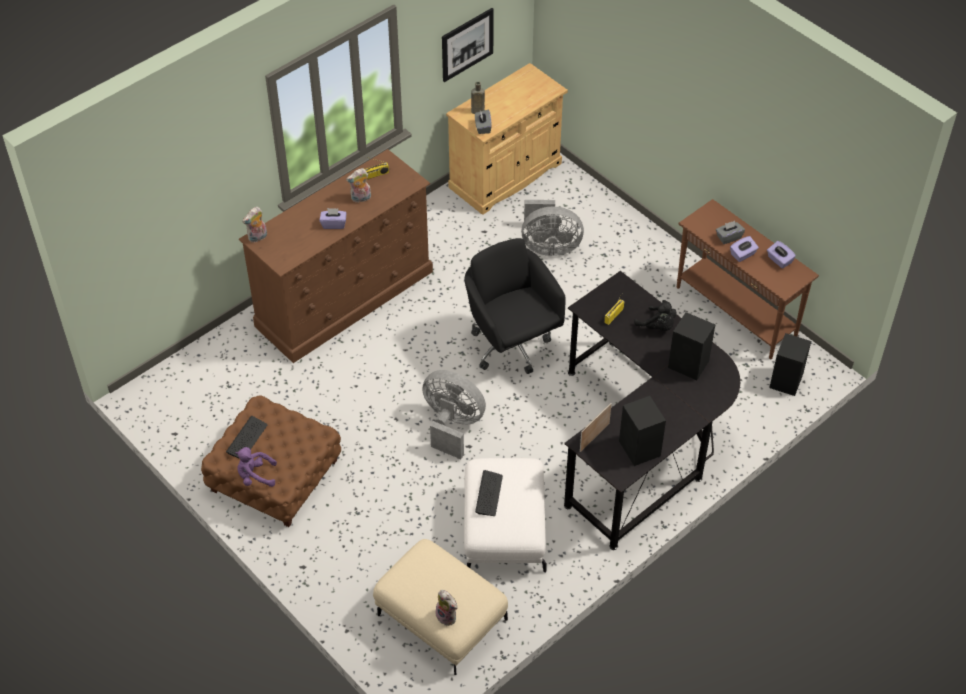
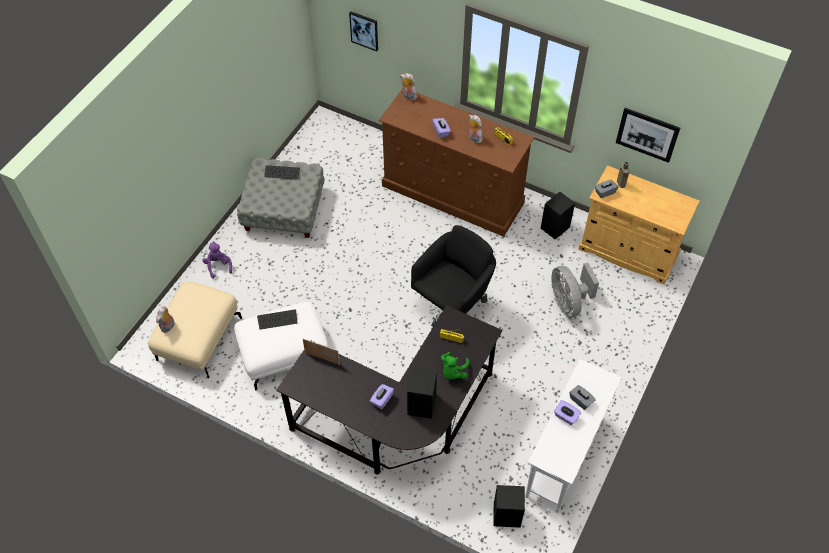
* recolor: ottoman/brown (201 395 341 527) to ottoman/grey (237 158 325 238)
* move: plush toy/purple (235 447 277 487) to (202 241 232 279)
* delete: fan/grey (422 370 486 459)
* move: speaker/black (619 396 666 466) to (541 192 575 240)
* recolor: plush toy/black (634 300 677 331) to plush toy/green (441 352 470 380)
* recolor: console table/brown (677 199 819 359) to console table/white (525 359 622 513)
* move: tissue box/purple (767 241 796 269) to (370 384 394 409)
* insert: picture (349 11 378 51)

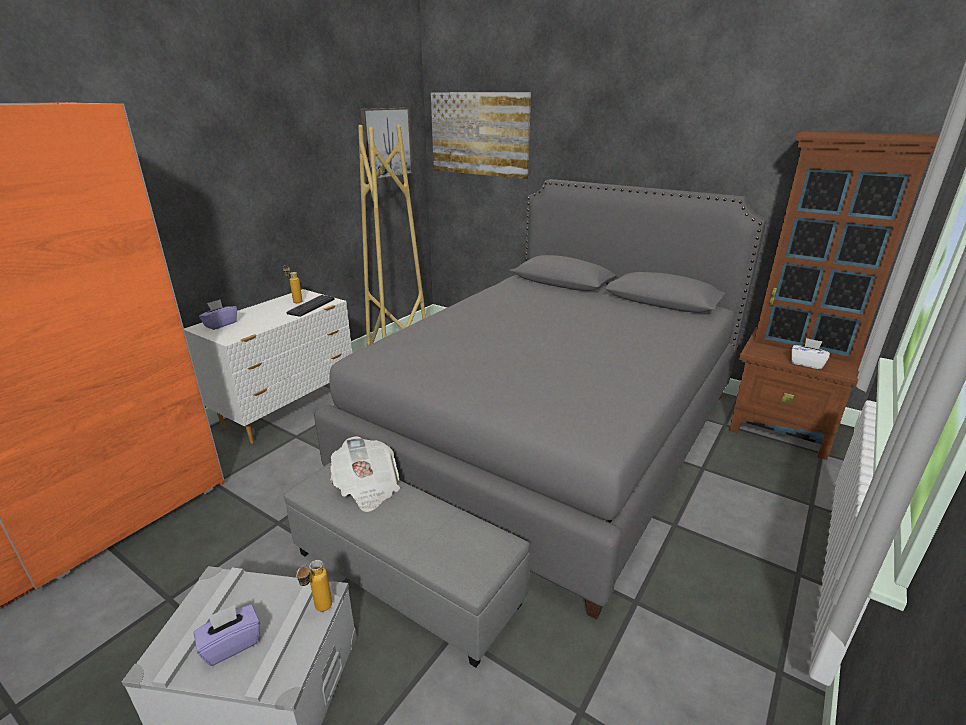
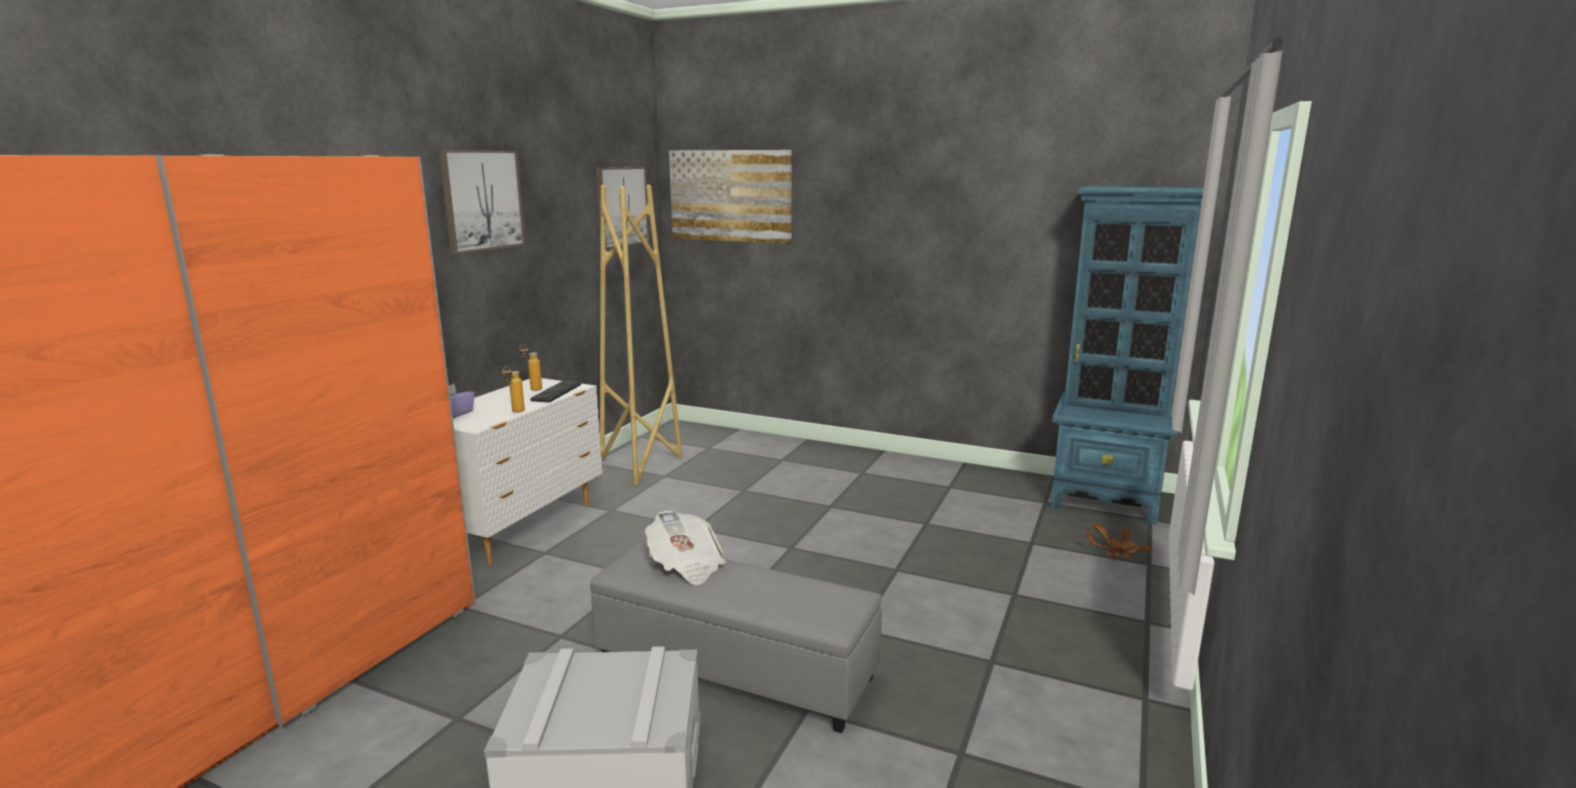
* delete: tissue box/purple (194 605 260 666)
* move: bottle (296 560 332 612) to (502 366 525 413)
* delete: bed/grey (314 179 766 620)
* recolor: cabinet/brown (729 131 940 460) to cabinet/blue (1051 186 1204 525)
* delete: tissue box/white (791 338 830 370)
* insert: picture (439 150 526 254)
* insert: potted plant (1085 524 1153 558)

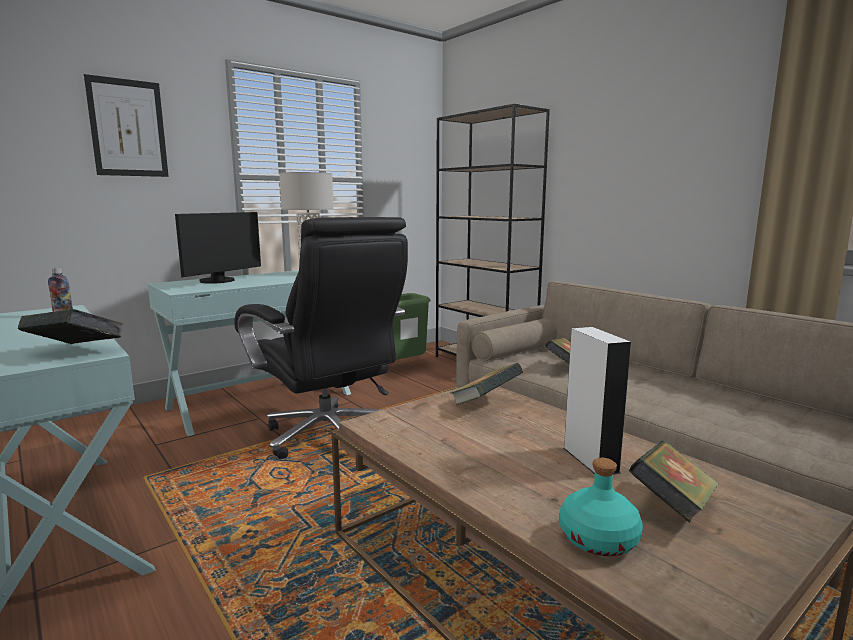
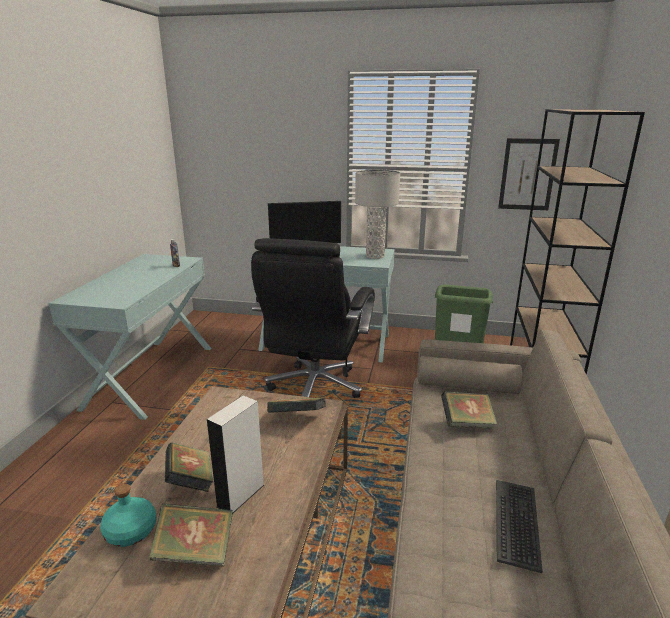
* move: book (18 309 124 344) to (165 442 213 492)
* move: picture (84 74 169 177) to (498 138 560 210)
* insert: keyboard (496 480 543 573)

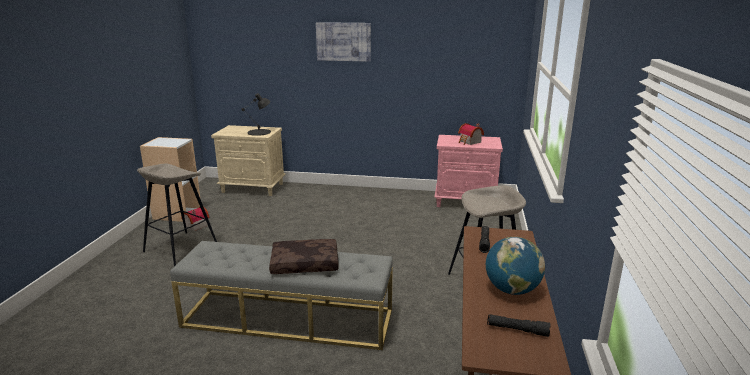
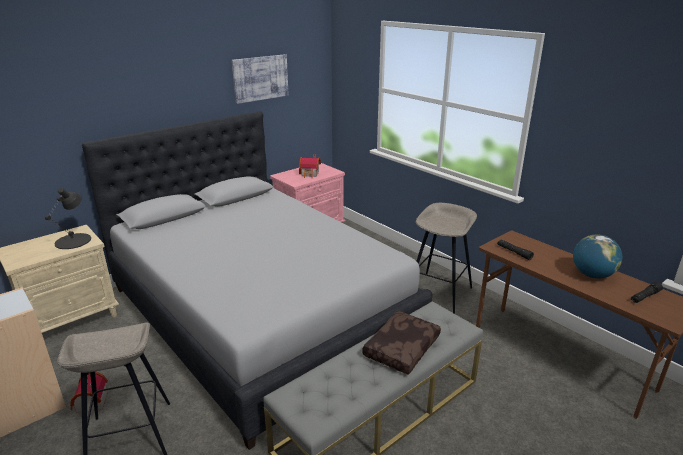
* move: picture (316 22 371 62) to (232 54 289 104)
* insert: bed/grey (82 111 433 450)

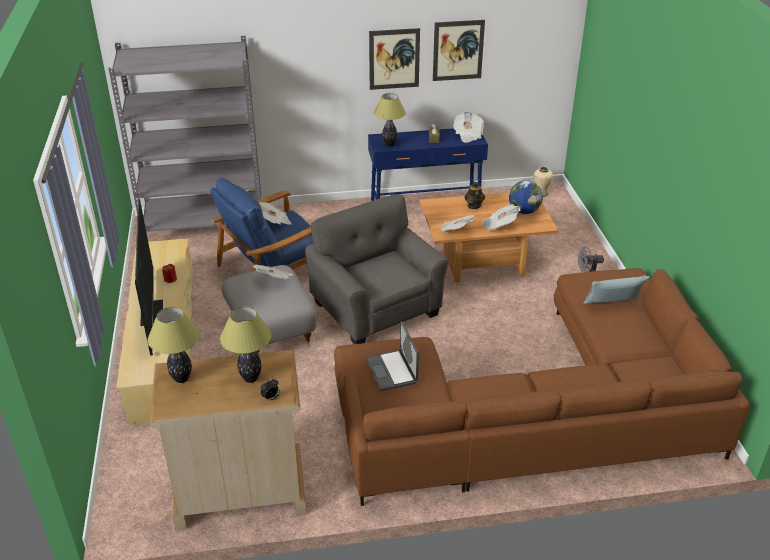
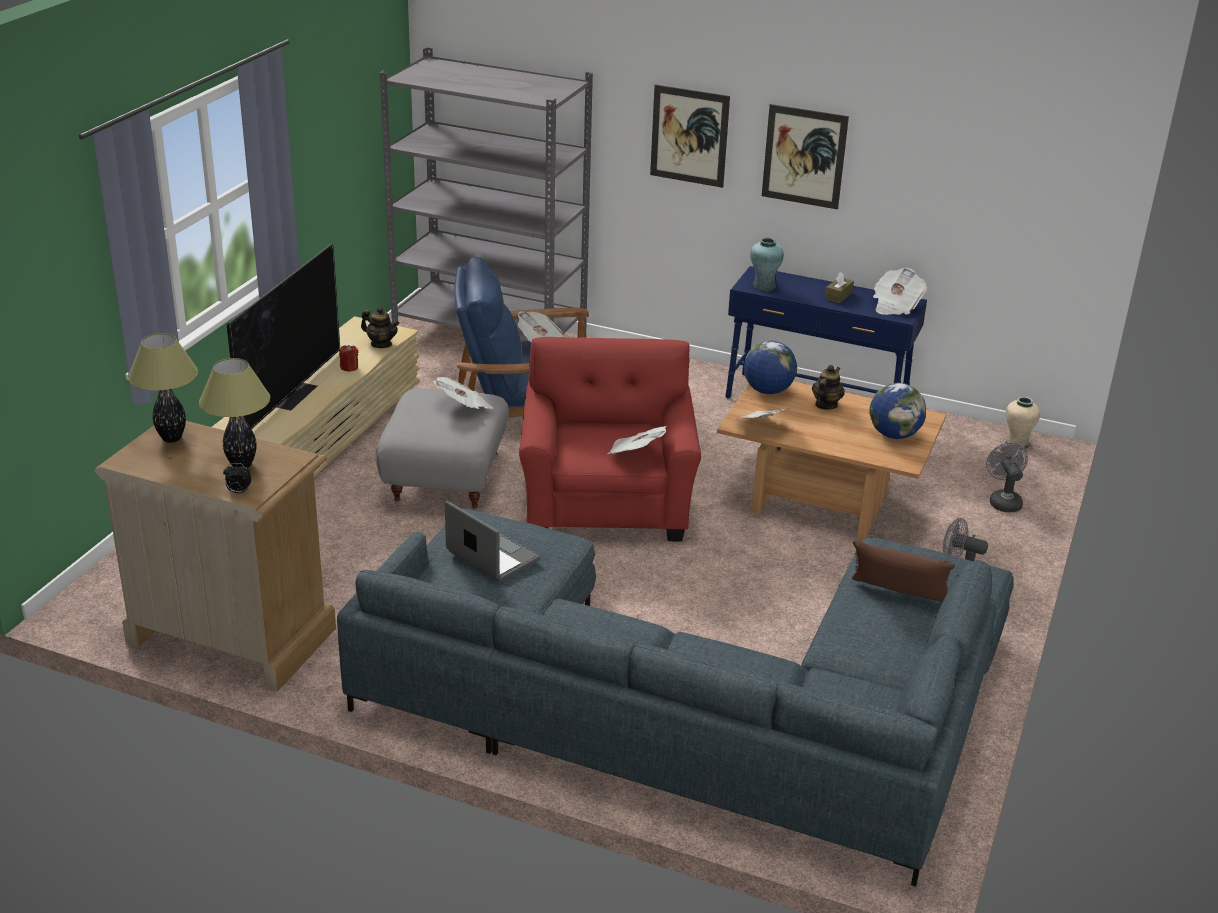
* recolor: armchair/grey (305 194 449 344) to armchair/red (519 337 701 542)
* recolor: sofa/brown (334 268 750 506) to sofa/blue (337 508 1014 887)
* rotate: laptop (365 322 419 391) = (445 501 540 582) 120 degrees clockwise
* replace: table lamp (374 93 406 147) to vase/turquoise (750 238 784 291)
* move: picture (433 20 485 81) to (650 84 730 188)
* move: newspaper (481 204 520 231) to (607 426 667 454)
* recolor: pillow/blue (583 275 650 304) to pillow/brown (852 540 955 602)
* insert: teapot (361 307 400 348)
* insert: globe (744 341 797 394)
* insert: fan/grey (986 443 1028 512)

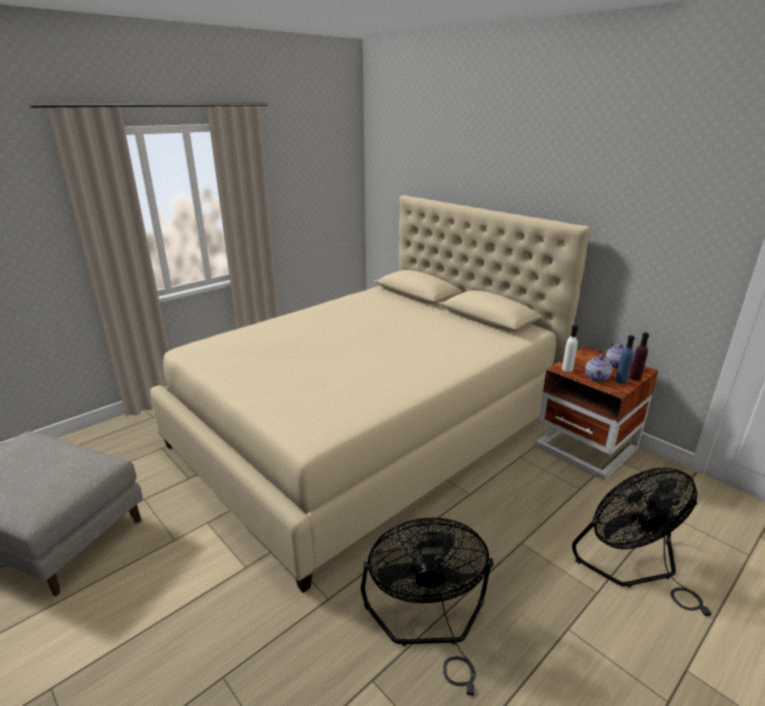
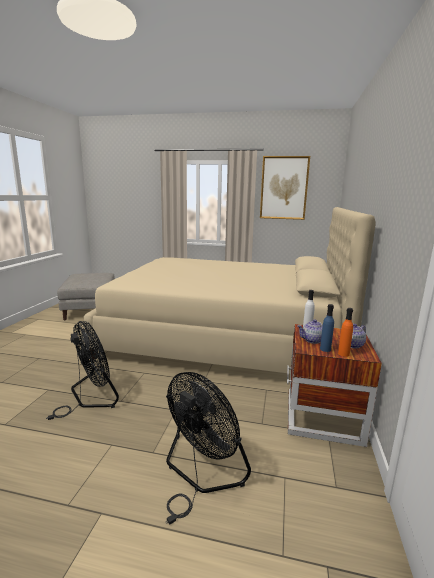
* recolor: bottle/purple (629 332 649 381) to bottle/orange (338 308 353 357)
* insert: picture (260 156 310 220)

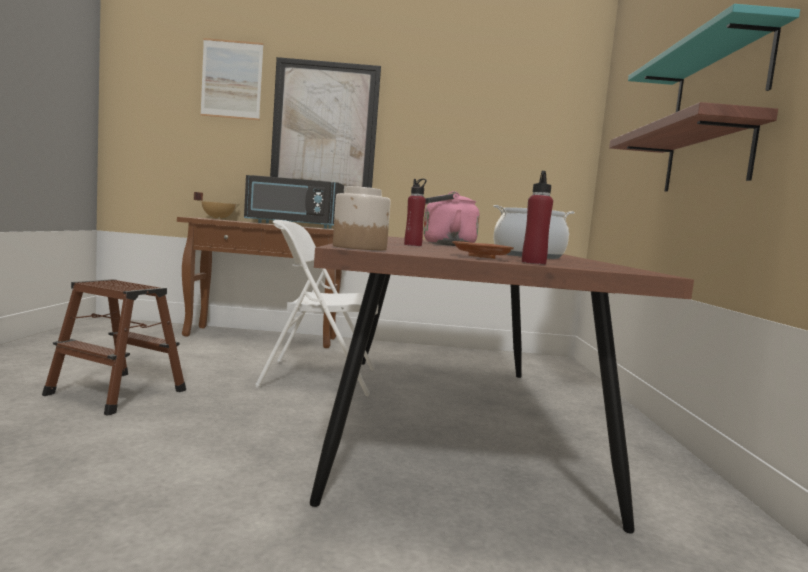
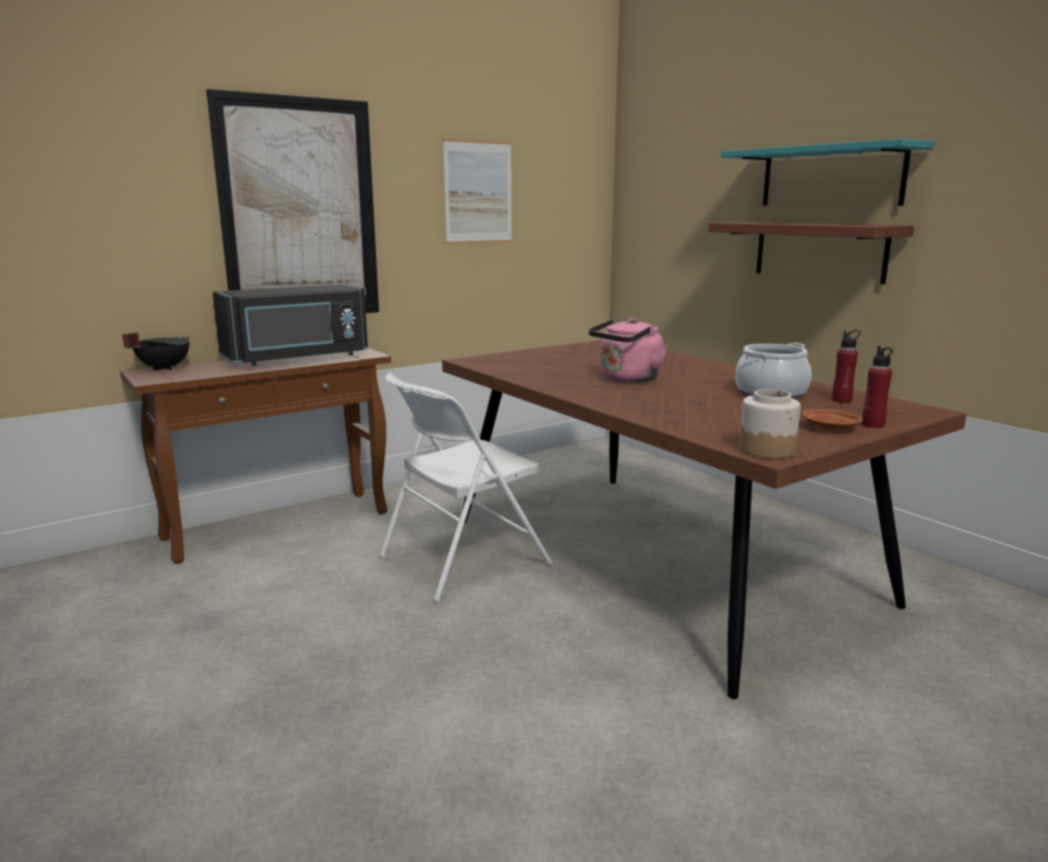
* delete: step ladder/brown (42 279 186 416)
* recolor: cooking pot/beige (194 192 240 220) to cooking pot/black (122 332 190 371)
* move: picture (200 38 264 121) to (443 139 512 244)
* move: bottle/red (404 179 426 246) to (832 330 861 403)

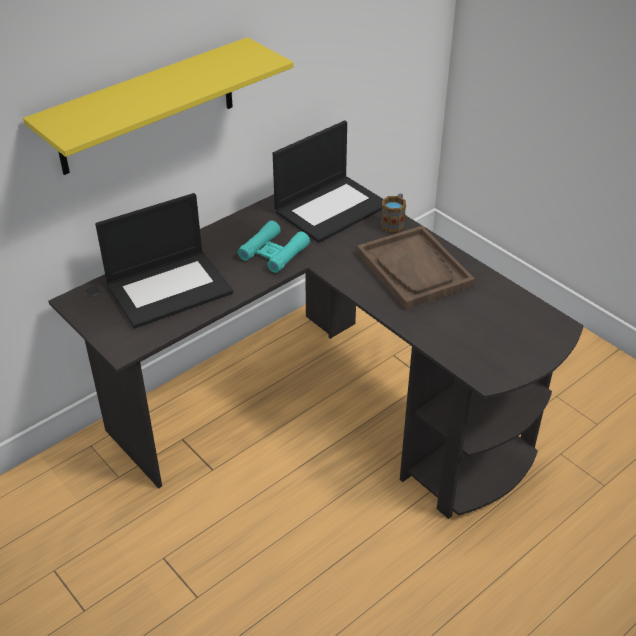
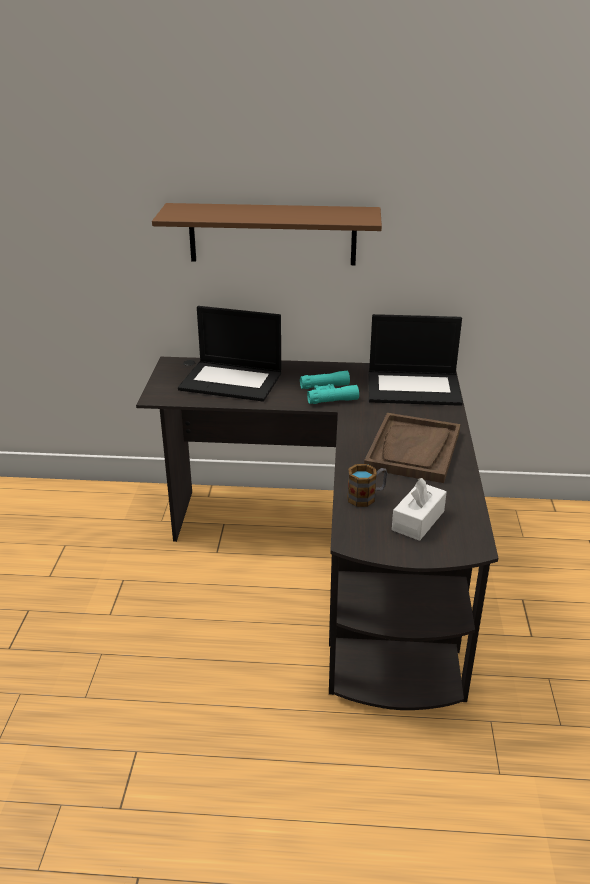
* recolor: shelf/yellow (23 37 294 175) to shelf/brown (152 203 382 265)
* move: mug (381 193 406 233) to (347 464 388 507)
* insert: tissue box/white (392 478 447 541)

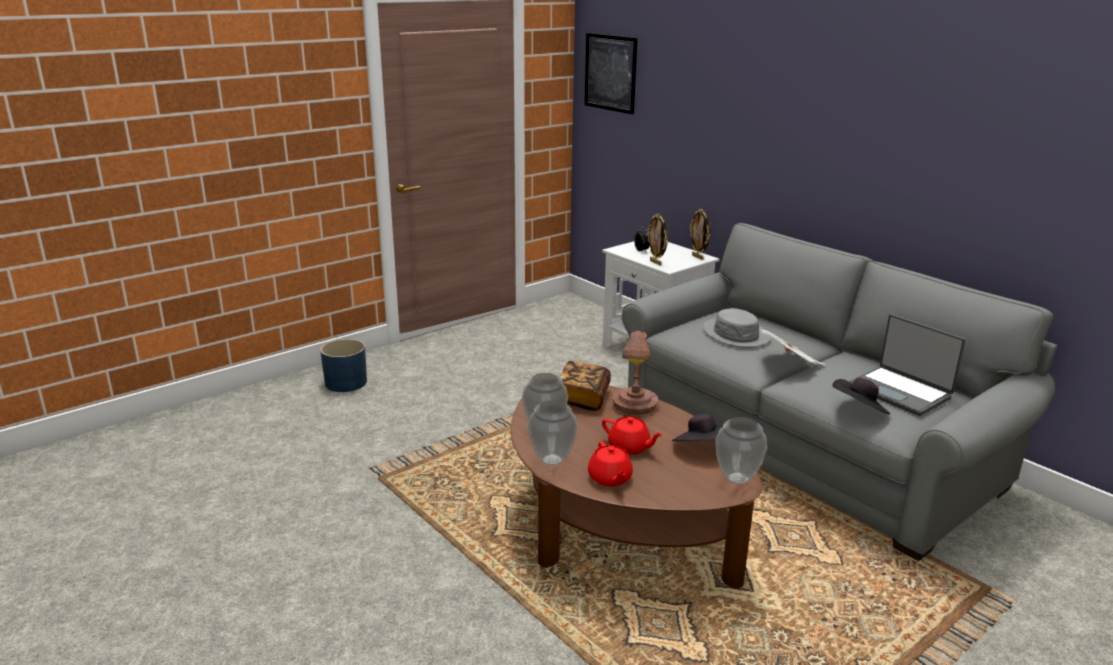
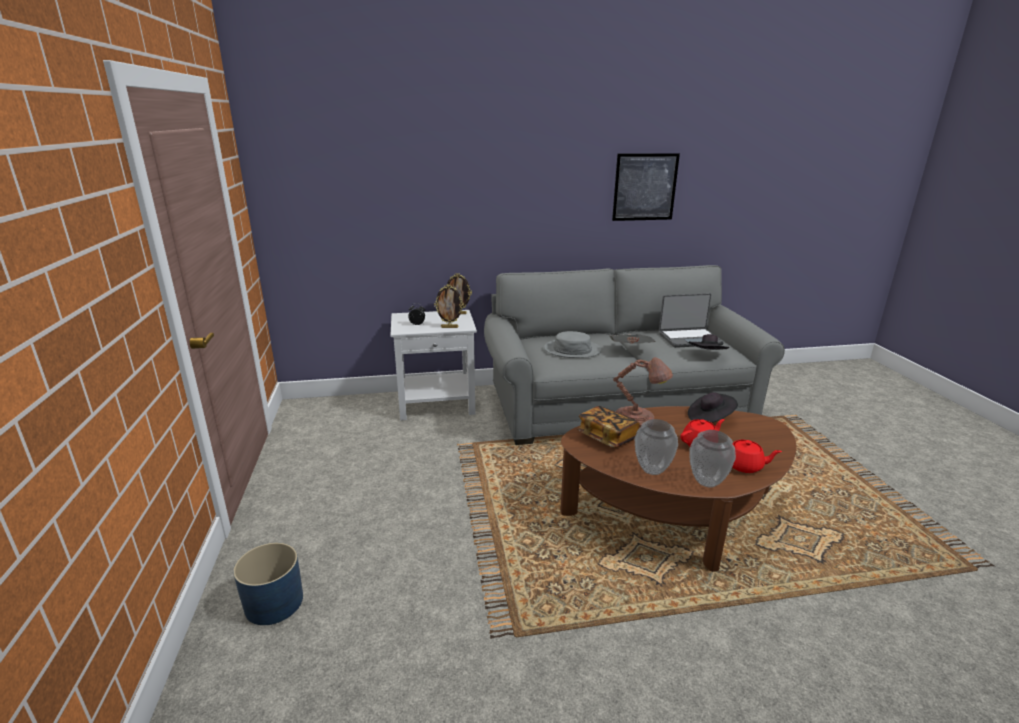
* move: picture (585 33 637 114) to (612 153 680 221)
* delete: vase (715 417 767 484)

